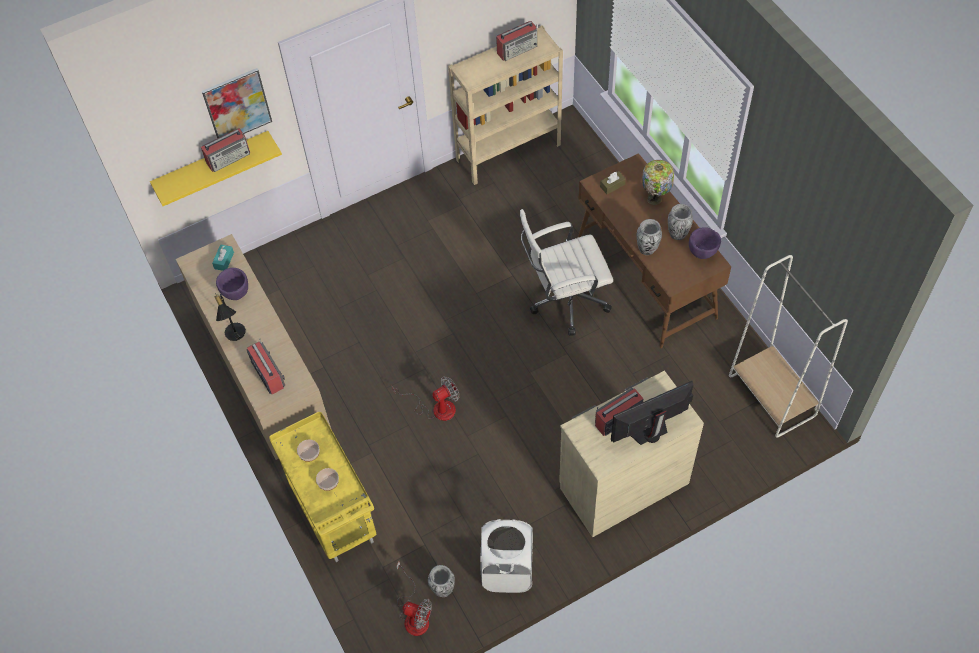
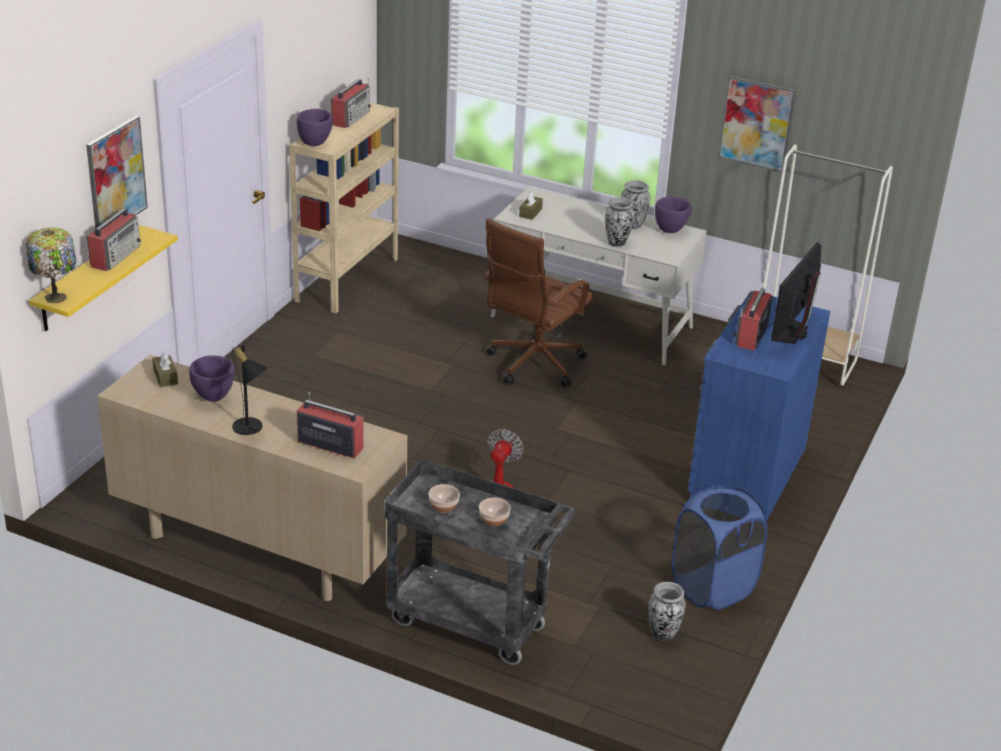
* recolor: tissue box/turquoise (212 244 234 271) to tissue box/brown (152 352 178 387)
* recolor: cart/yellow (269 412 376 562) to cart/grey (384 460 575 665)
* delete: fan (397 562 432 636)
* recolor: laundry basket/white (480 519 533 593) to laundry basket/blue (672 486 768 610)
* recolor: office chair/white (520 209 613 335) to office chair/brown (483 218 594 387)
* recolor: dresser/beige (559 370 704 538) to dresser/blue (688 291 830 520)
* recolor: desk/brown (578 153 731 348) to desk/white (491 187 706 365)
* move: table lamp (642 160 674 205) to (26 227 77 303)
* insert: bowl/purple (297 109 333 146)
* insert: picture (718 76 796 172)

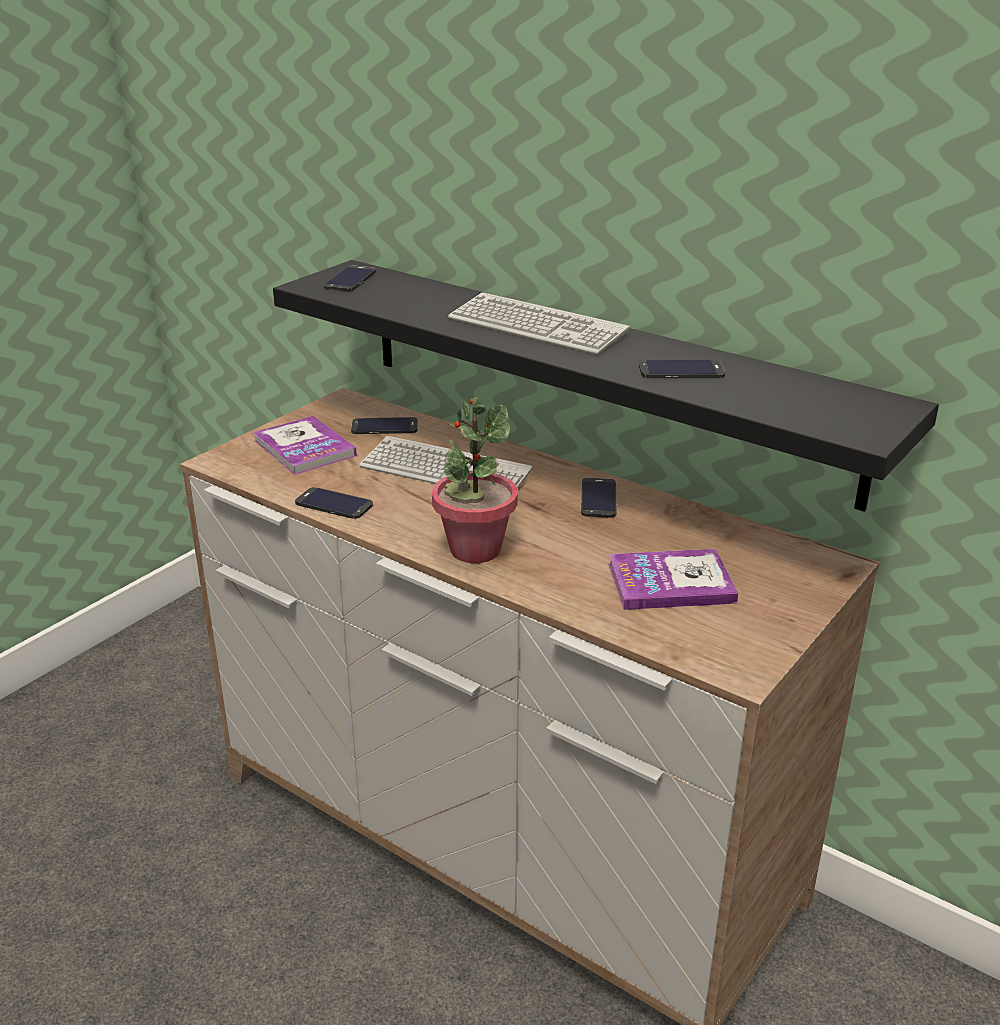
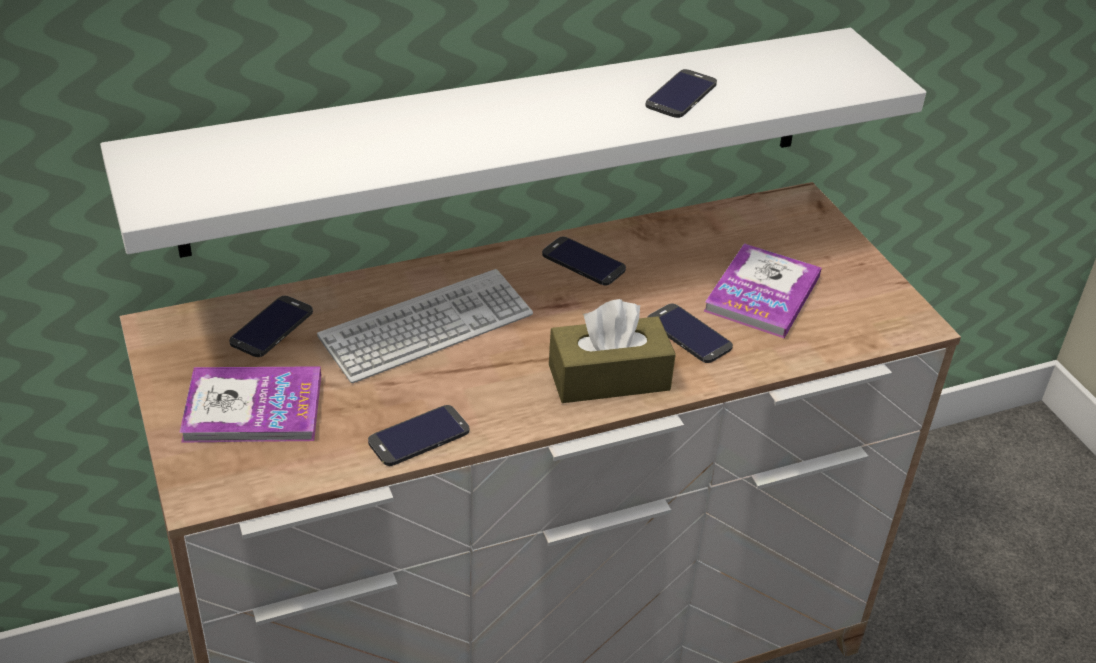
* recolor: shelf/black (273 260 939 512) to shelf/white (100 28 926 258)
* move: phone (324 266 376 291) to (648 303 733 363)
* replace: potted plant (432 397 518 563) to tissue box/brown (549 299 676 403)
* delete: keyboard (448 293 630 355)

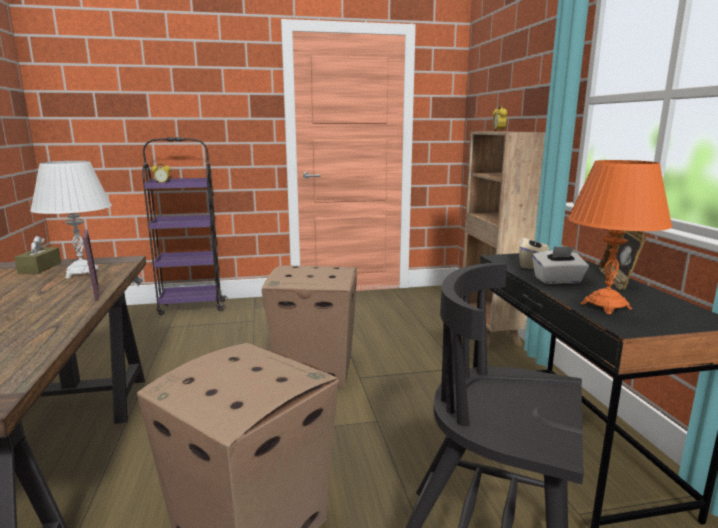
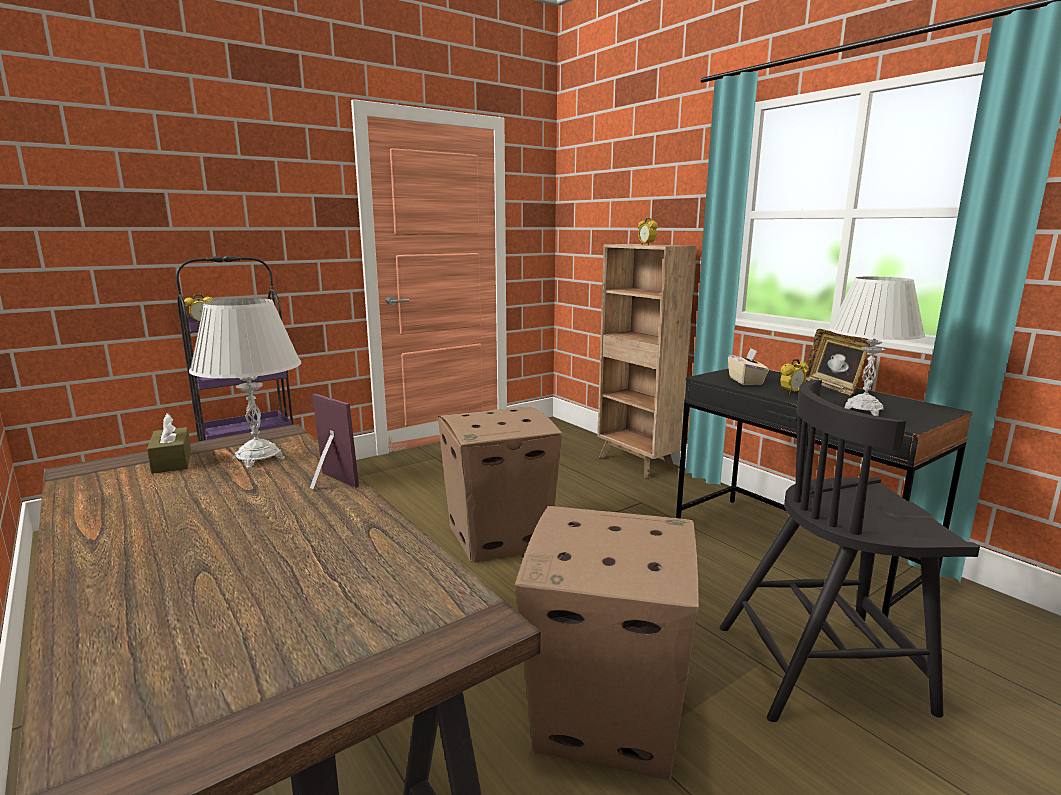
* replace: tissue box/white (532 246 589 284) to alarm clock (780 358 808 395)
* recolor: table lamp/orange (568 160 673 314) to table lamp/white (829 277 925 416)

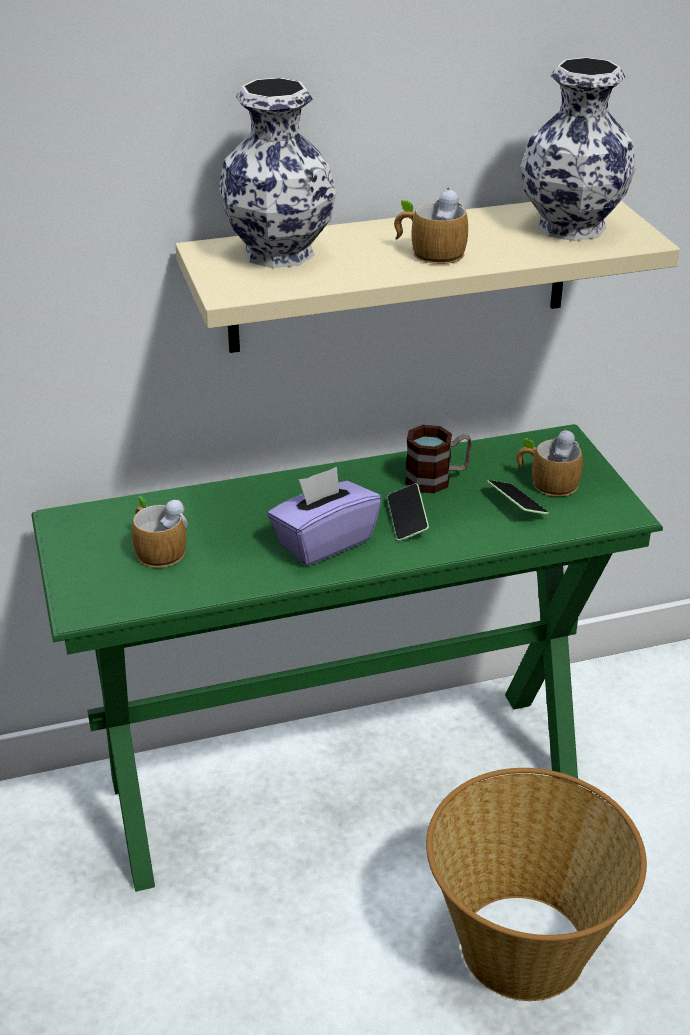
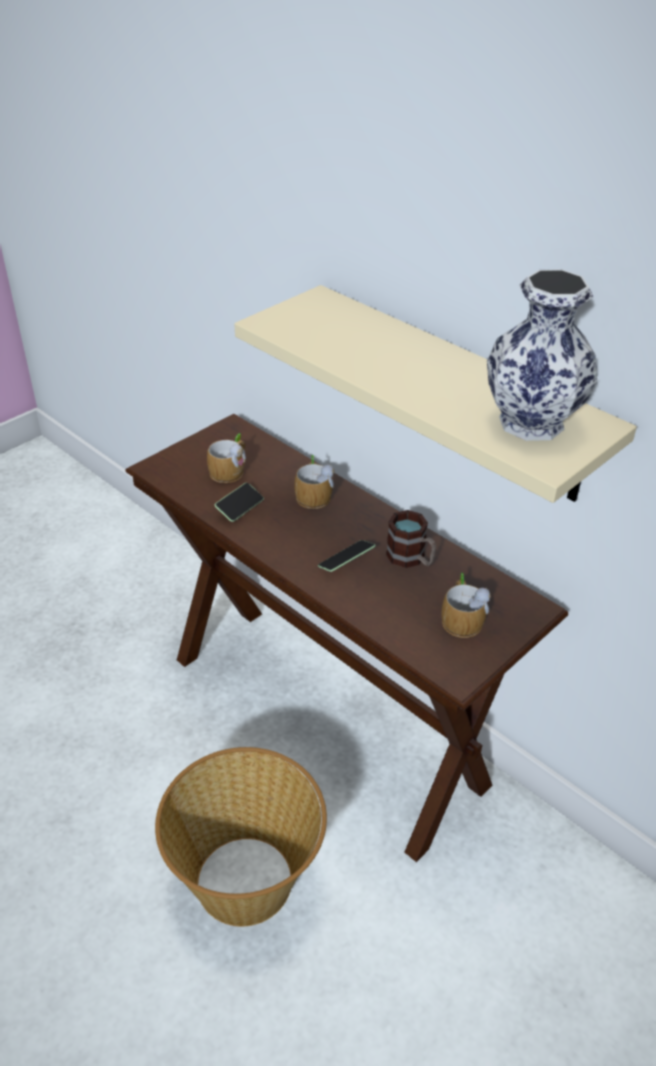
* recolor: console table/green (32 424 663 892) to console table/brown (125 414 568 862)
* delete: vase (219 78 336 268)
* delete: tissue box/purple (268 467 382 566)
* move: mug (394 187 468 264) to (294 455 335 509)
* move: phone (487 480 549 515) to (215 483 264 522)

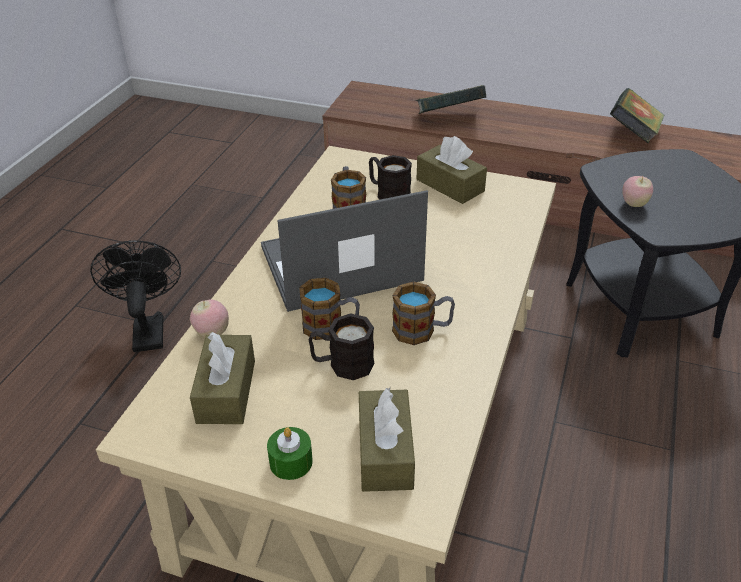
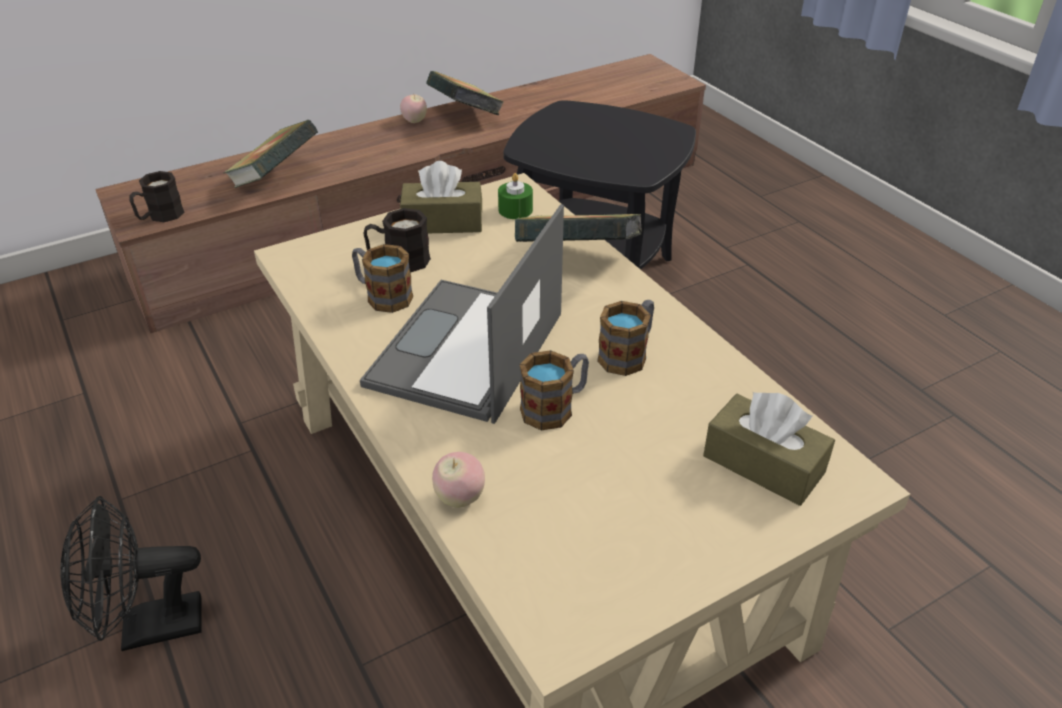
* rotate: fan/black (90 240 181 352) = (60 496 202 651) 45 degrees counterclockwise
* delete: tissue box/brown (190 332 255 424)
* move: candle/green (267 427 313 480) to (498 173 533 219)
* move: mug/black (309 313 375 380) to (130 171 184 222)
* move: apple (622 176 653 207) to (400 95 427 123)
* insert: book (515 214 642 242)

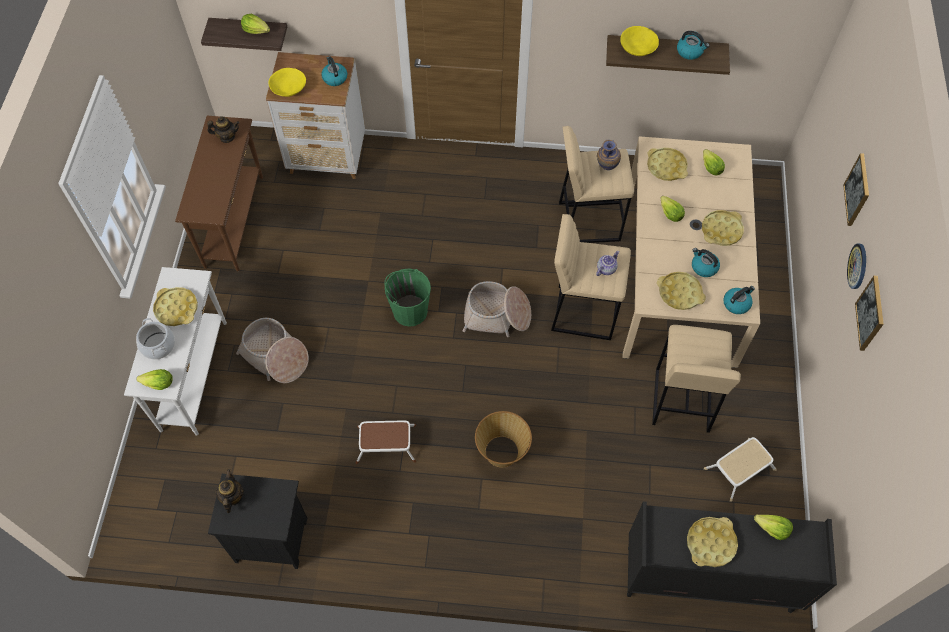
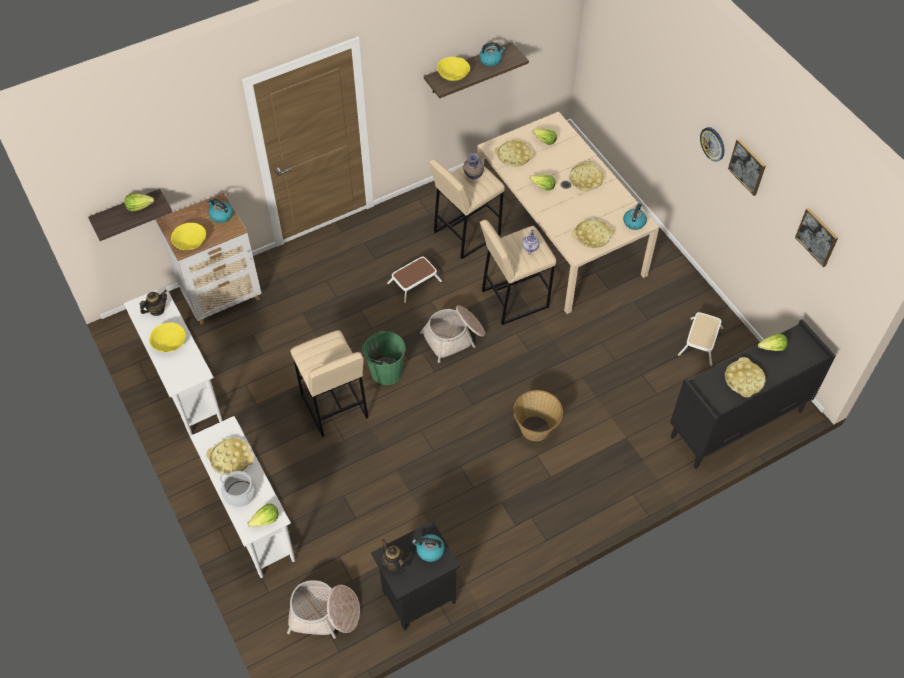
* recolor: console table/brown (175 116 263 272) to console table/white (124 286 222 436)
* move: basket (236 318 309 383) to (287 580 360 639)
* move: step ladder/brown (356 420 416 464) to (386 257 444 306)
* move: stool/beige (652 325 741 433) to (291 330 368 437)
* move: kettle (692 248 720 277) to (412 534 445 562)
* move: picture (843 153 869 226) to (795 208 838 267)
* insert: bowl/yellow (149 322 186 352)

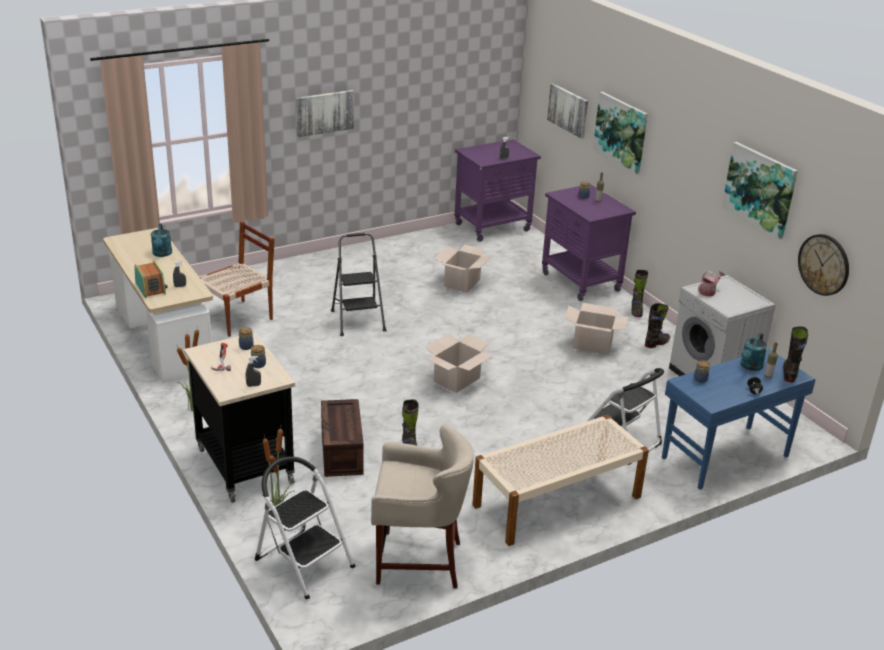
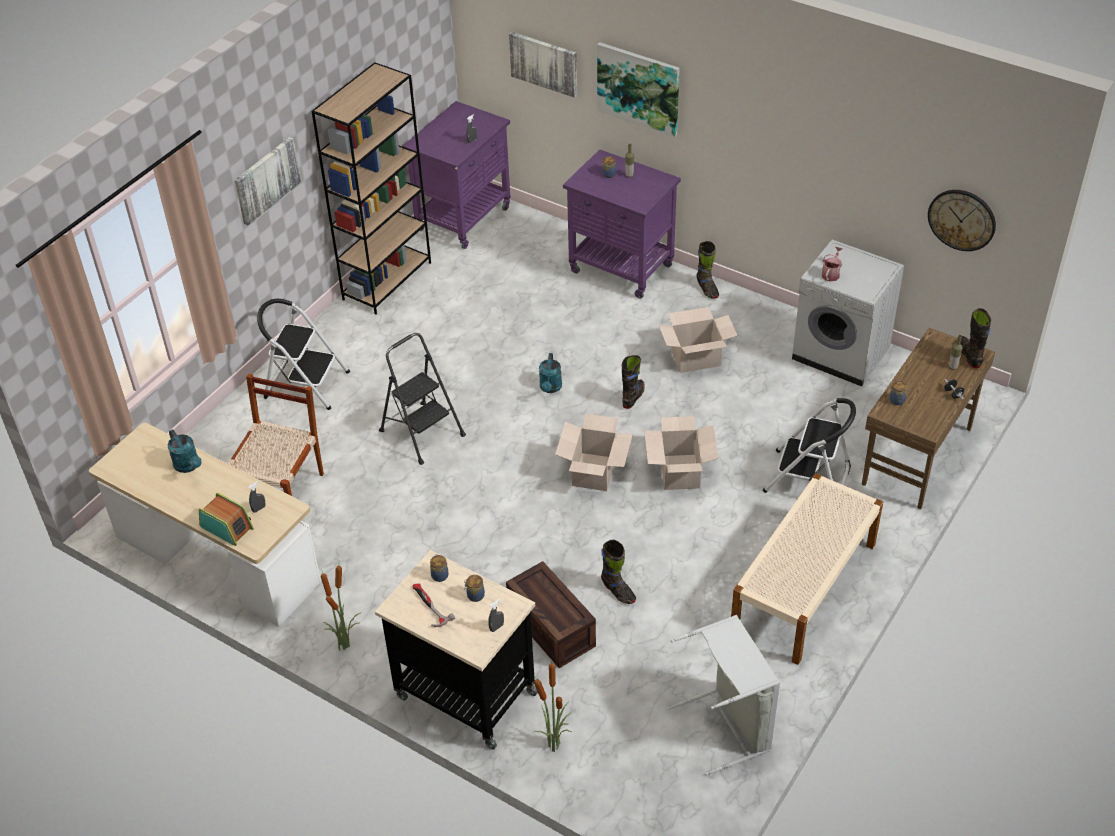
* move: step ladder (255 456 355 599) to (257 299 350 410)
* replace: stool/beige (371 424 474 589) to laundry basket/grey (667 615 780 776)
* move: cardboard box (434 244 492 293) to (644 416 718 490)
* move: boot/black (645 303 670 348) to (622 355 645 409)
* recolor: console table/blue (662 348 816 490) to console table/brown (862 328 995 509)
* delete: picture (722 142 798 239)
* move: watering can/turquoise (741 333 767 371) to (539 353 562 393)
* insert: bookcase/beige (311 62 431 314)

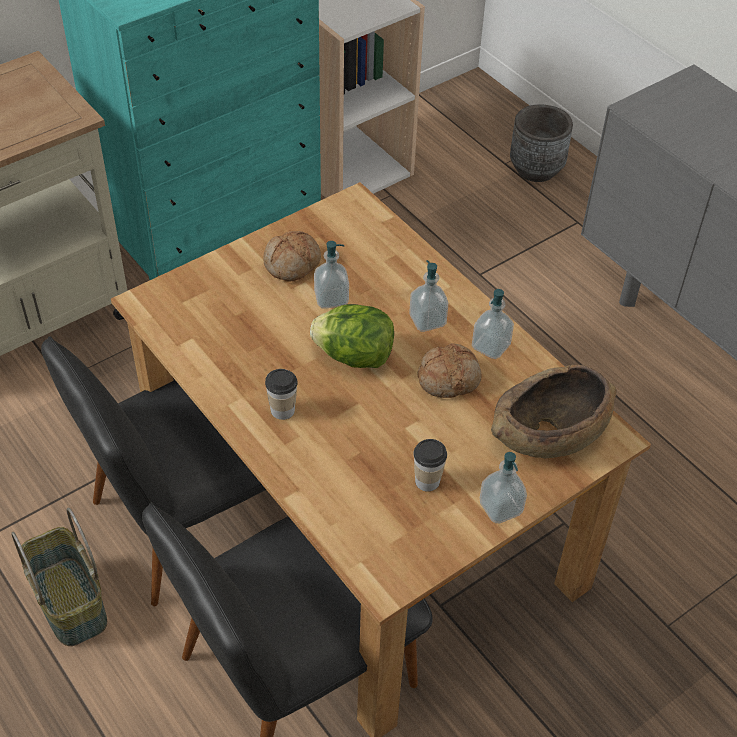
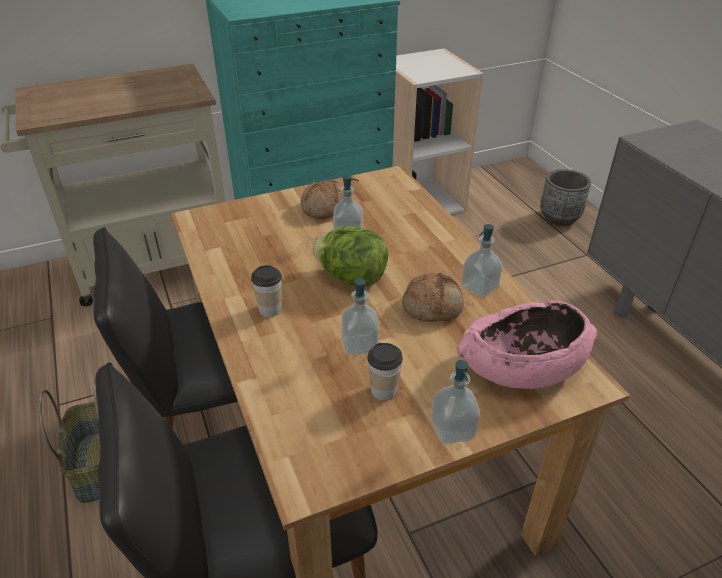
* move: soap dispenser (409 260 448 332) to (341 276 379 355)
* recolor: bowl/brown (491 364 617 458) to bowl/pink (457 300 597 389)

